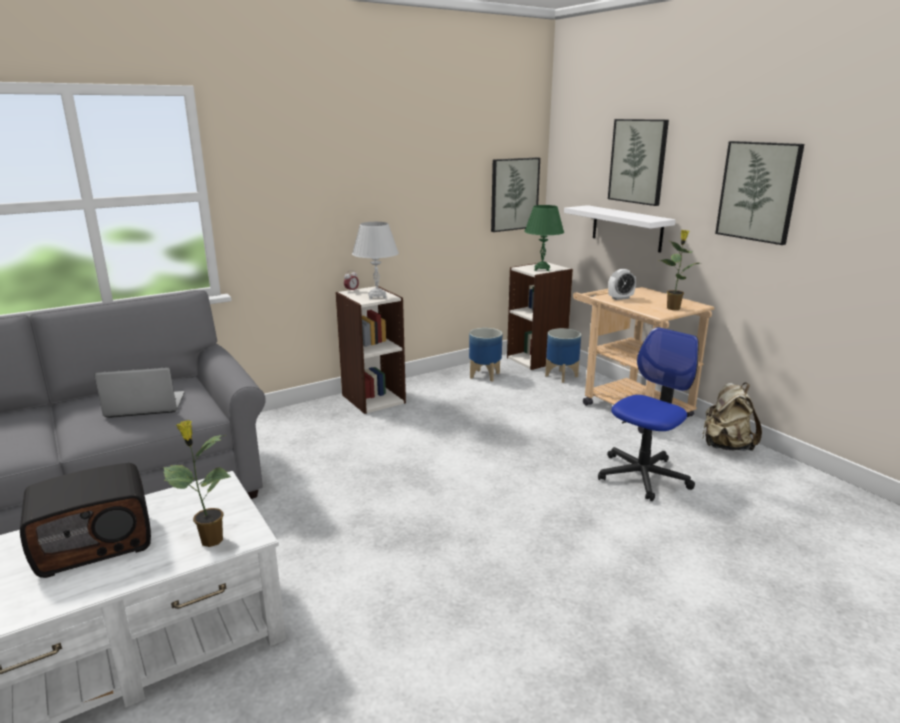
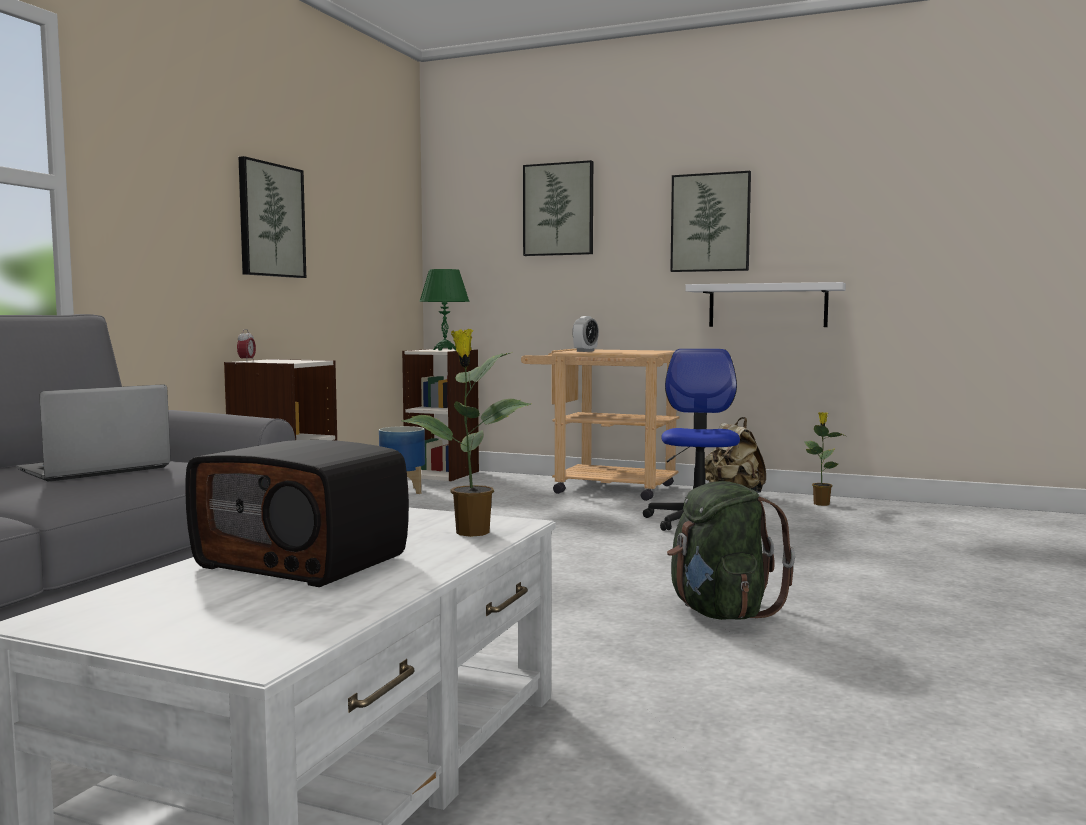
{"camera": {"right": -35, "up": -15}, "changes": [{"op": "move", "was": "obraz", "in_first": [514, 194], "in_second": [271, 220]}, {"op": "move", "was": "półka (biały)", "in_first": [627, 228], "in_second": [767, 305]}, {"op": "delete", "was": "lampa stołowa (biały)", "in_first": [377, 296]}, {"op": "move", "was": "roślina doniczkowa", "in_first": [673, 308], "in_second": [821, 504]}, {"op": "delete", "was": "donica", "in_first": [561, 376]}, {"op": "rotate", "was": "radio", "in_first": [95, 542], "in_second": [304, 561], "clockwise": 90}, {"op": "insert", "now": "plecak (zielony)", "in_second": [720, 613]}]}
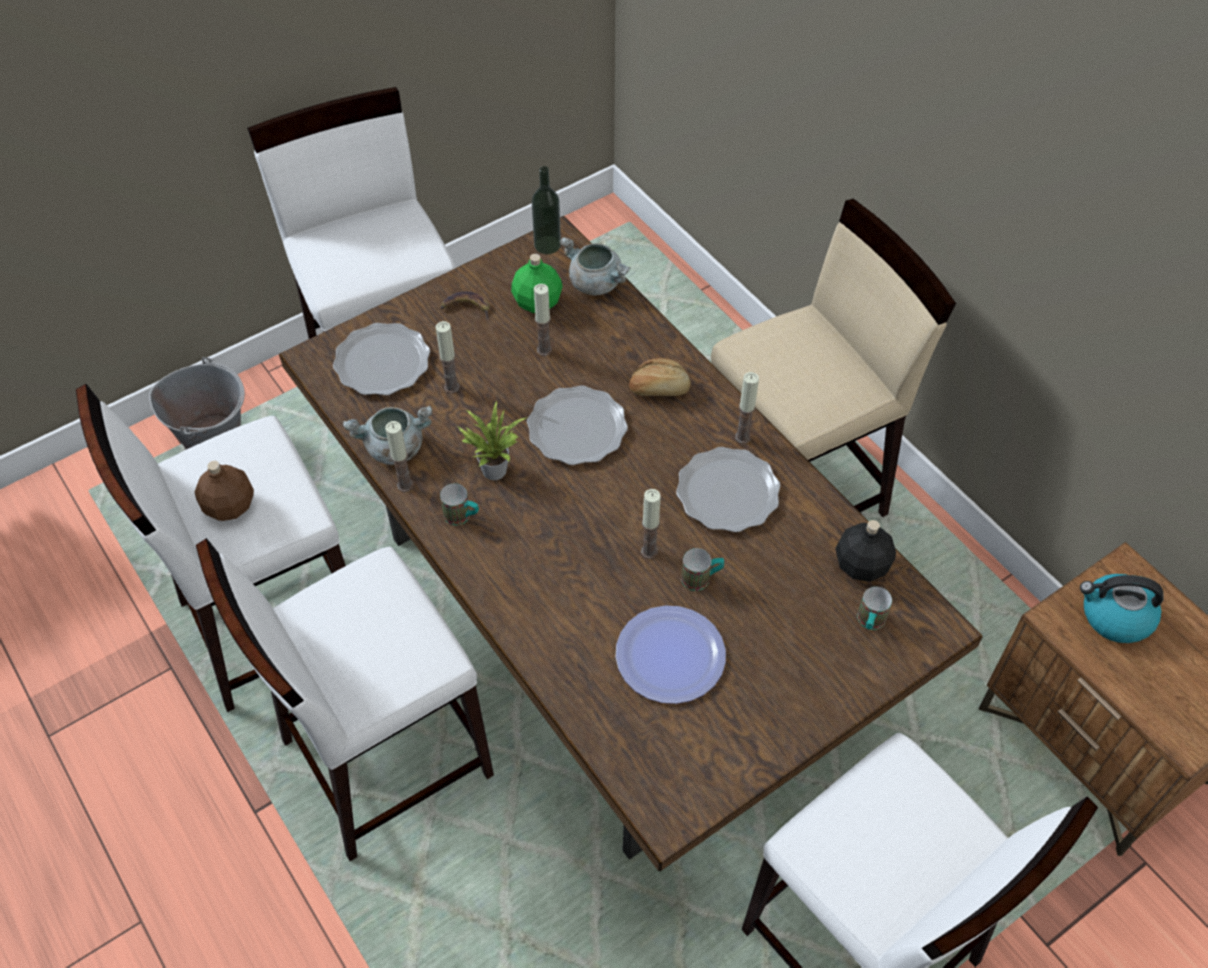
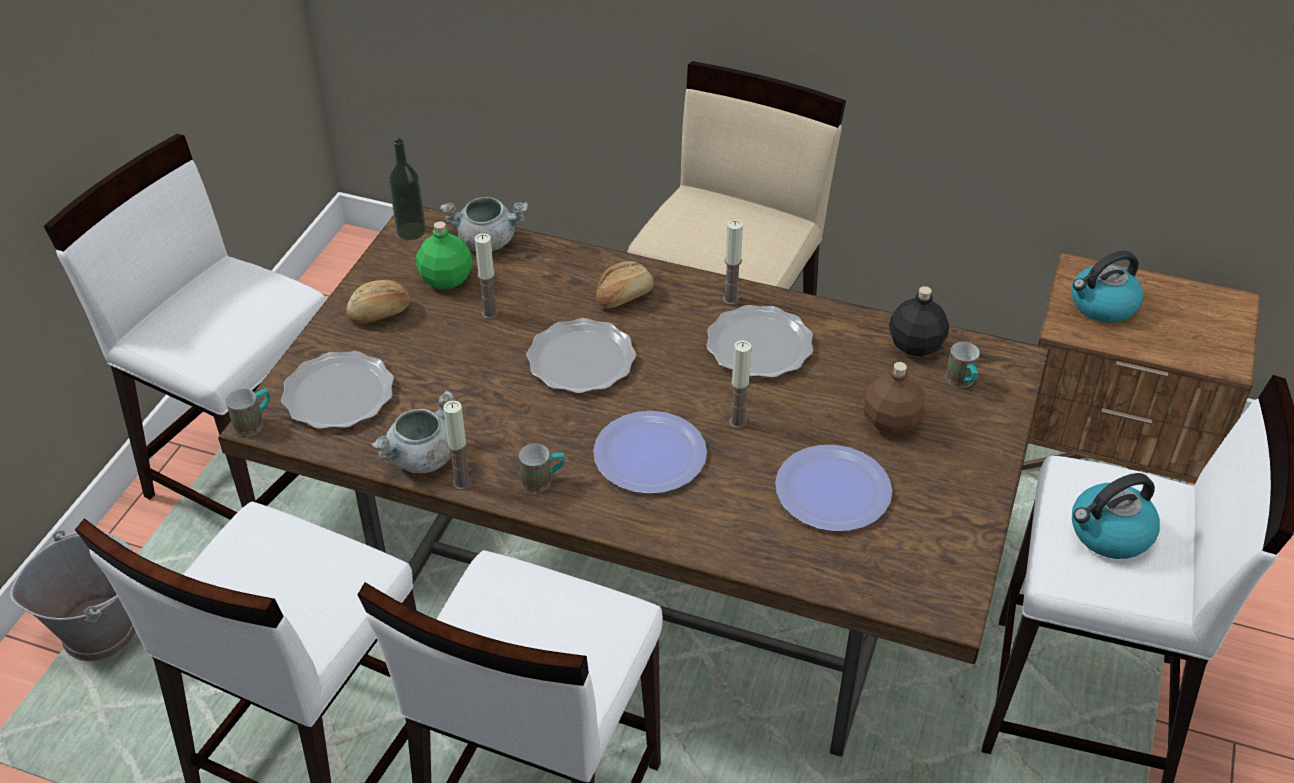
{"camera": {"right": -35, "up": -10}, "changes": [{"op": "replace", "was": "banan", "now": "chleb", "in_first": [466, 308], "in_second": [380, 313]}, {"op": "delete", "was": "świeca", "in_first": [451, 387]}, {"op": "delete", "was": "roślina doniczkowa", "in_first": [493, 468]}, {"op": "move", "was": "butelka (brązowy)", "in_first": [229, 505], "in_second": [890, 421]}, {"op": "move", "was": "kubek", "in_first": [701, 578], "in_second": [254, 422]}, {"op": "insert", "now": "talerz", "in_second": [649, 454]}, {"op": "insert", "now": "czajnik", "in_second": [1109, 534]}]}
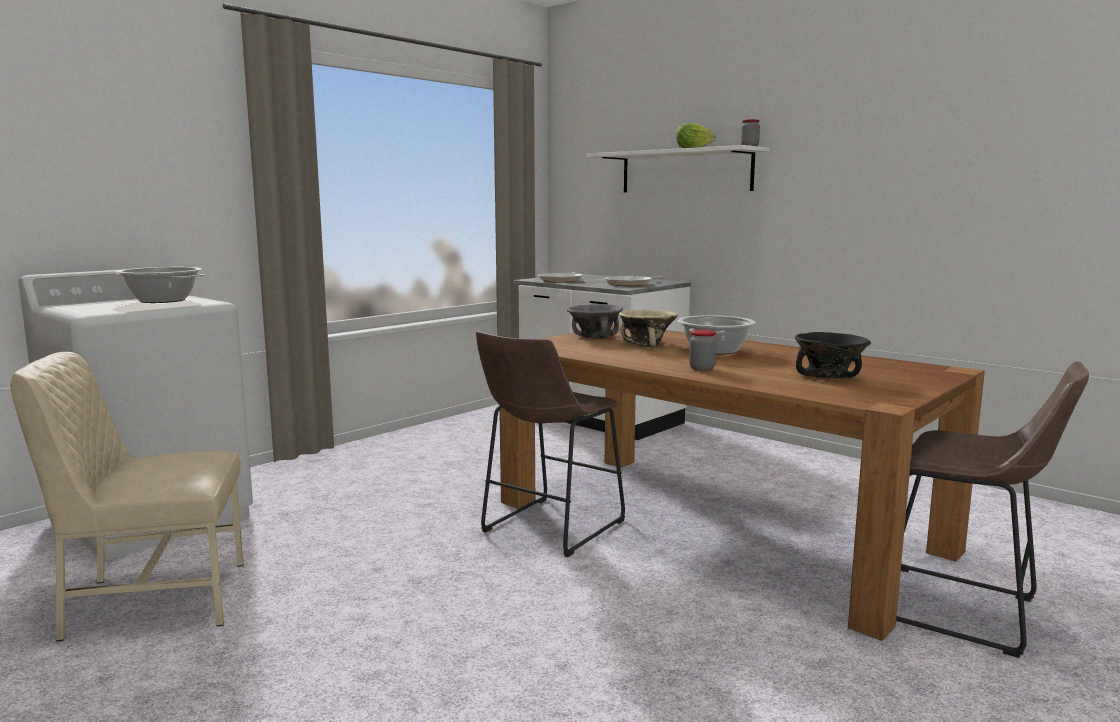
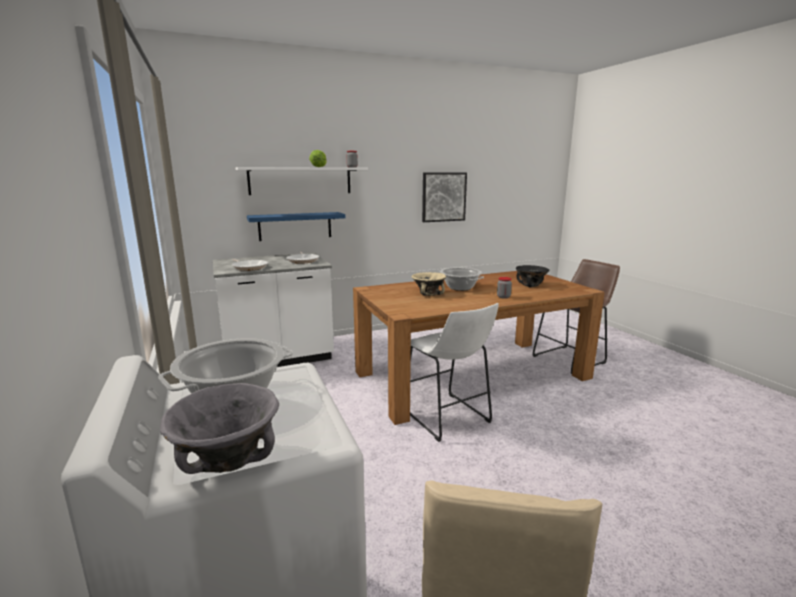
{"camera": {"right": -65, "up": 5}, "changes": [{"op": "move", "was": "miska (szary)", "in_first": [595, 337], "in_second": [228, 459]}, {"op": "recolor", "was": "stołek (brązowy)", "now": "stołek (biały)", "in_first": [548, 528], "in_second": [448, 418]}, {"op": "insert", "now": "obraz", "in_second": [443, 197]}, {"op": "insert", "now": "półka (niebieski)", "in_second": [295, 226]}]}
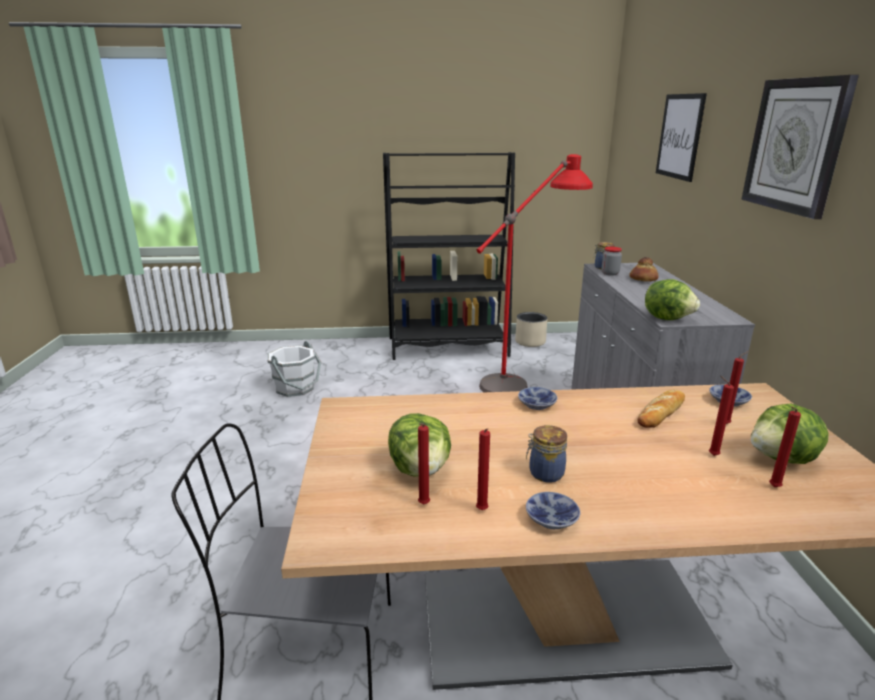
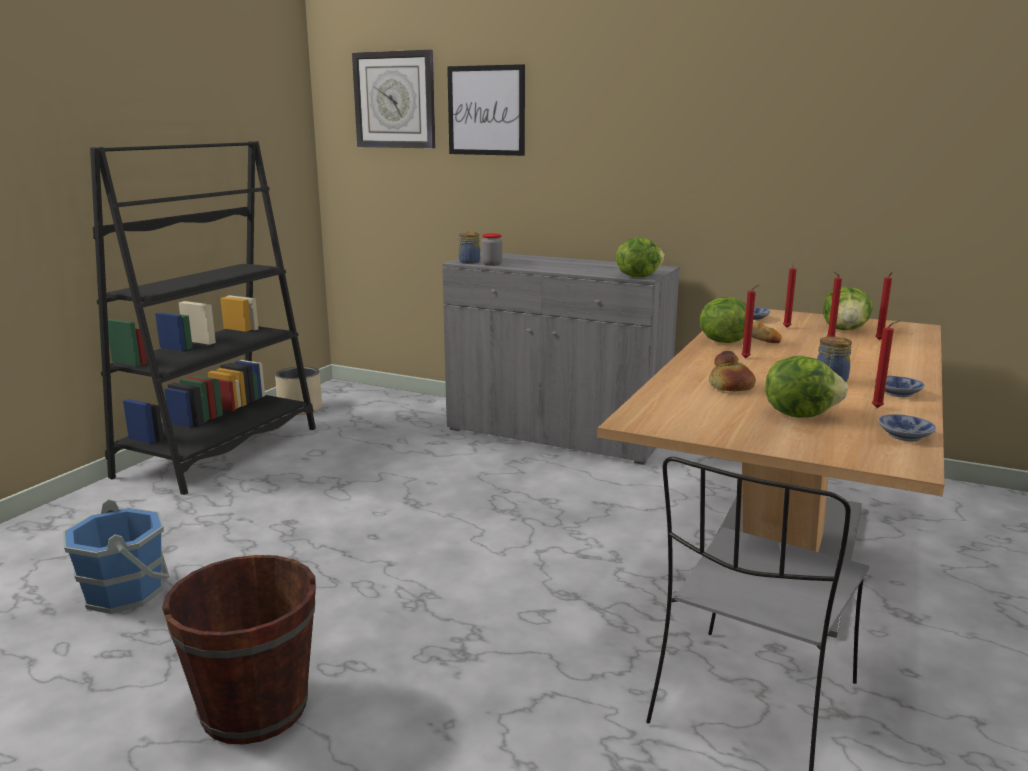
{"camera": {"right": -60, "up": -5}, "changes": [{"op": "move", "was": "zegar ścienny", "in_first": [795, 145], "in_second": [395, 100]}, {"op": "delete", "was": "lampa stojąca (czerwony)", "in_first": [525, 376]}, {"op": "move", "was": "chleb", "in_first": [643, 279], "in_second": [730, 387]}, {"op": "recolor", "was": "wiadro (biały)", "now": "wiadro (niebieski)", "in_first": [295, 388], "in_second": [126, 591]}, {"op": "move", "was": "miska", "in_first": [536, 404], "in_second": [902, 435]}, {"op": "move", "was": "świeca (czerwony)", "in_first": [423, 505], "in_second": [746, 358]}, {"op": "insert", "now": "sałata", "in_second": [722, 341]}, {"op": "insert", "now": "wiadro (brązowy)", "in_second": [254, 708]}]}
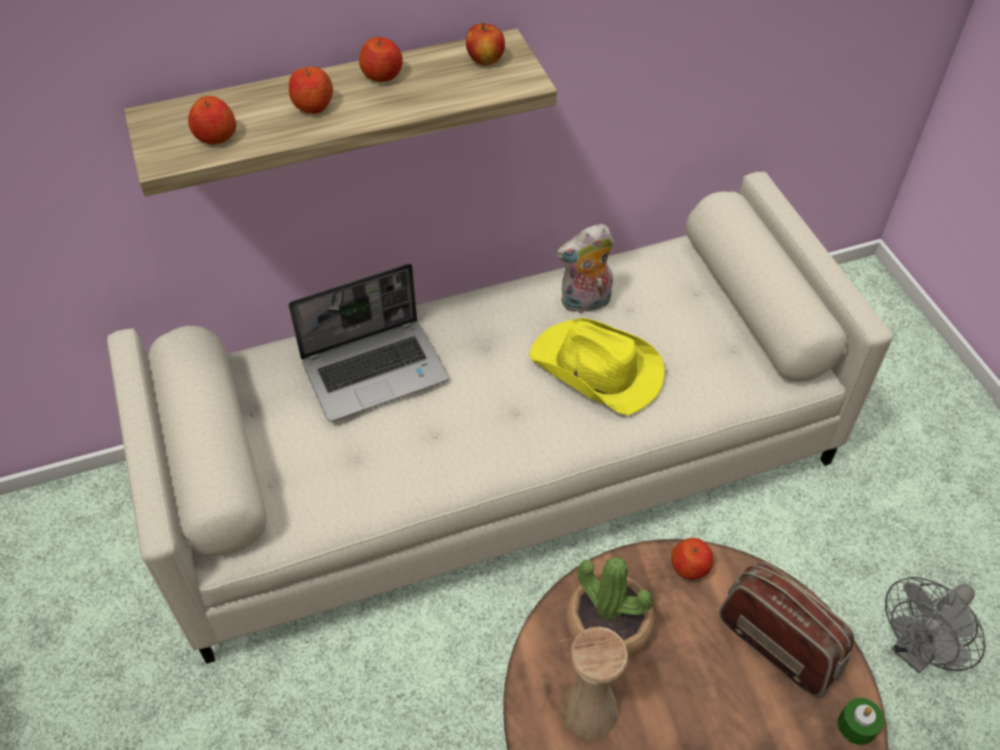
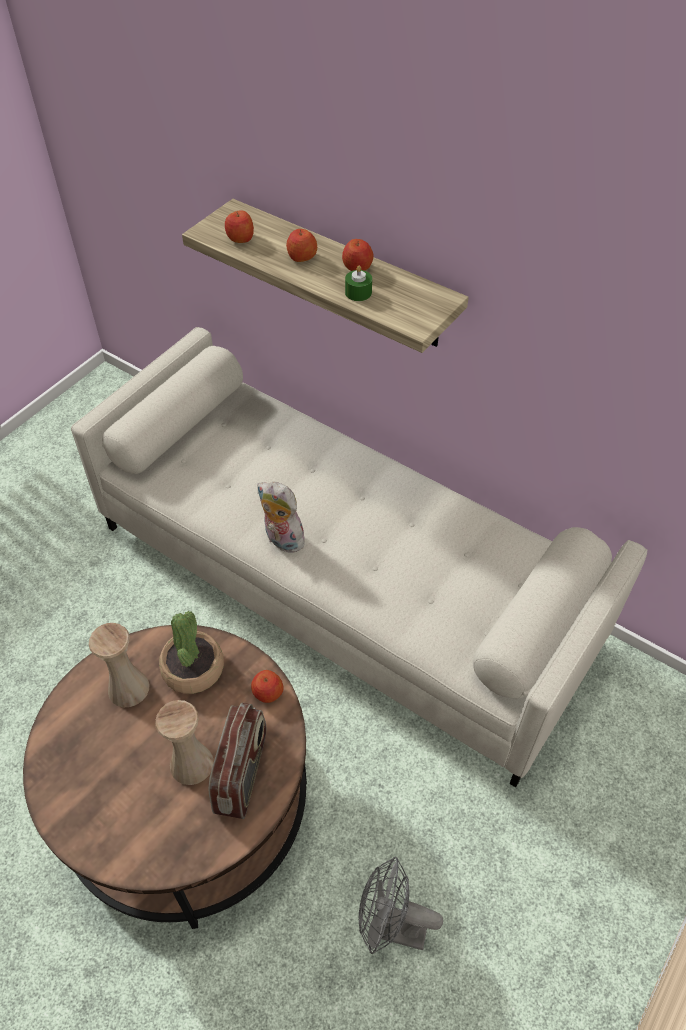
{"camera": {"right": 55, "up": 0}, "changes": [{"op": "delete", "was": "jabłko", "in_first": [485, 60]}, {"op": "move", "was": "pluszak", "in_first": [585, 303], "in_second": [281, 540]}, {"op": "delete", "was": "laptop", "in_first": [375, 369]}, {"op": "delete", "was": "kapelusz (żółty)", "in_first": [597, 369]}, {"op": "move", "was": "świeca (zielony)", "in_first": [857, 725], "in_second": [358, 292]}, {"op": "insert", "now": "wazon (beżowy)", "in_second": [191, 763]}]}
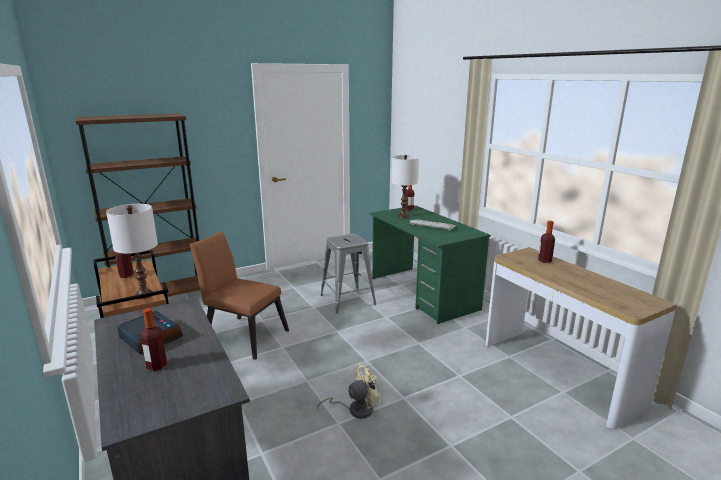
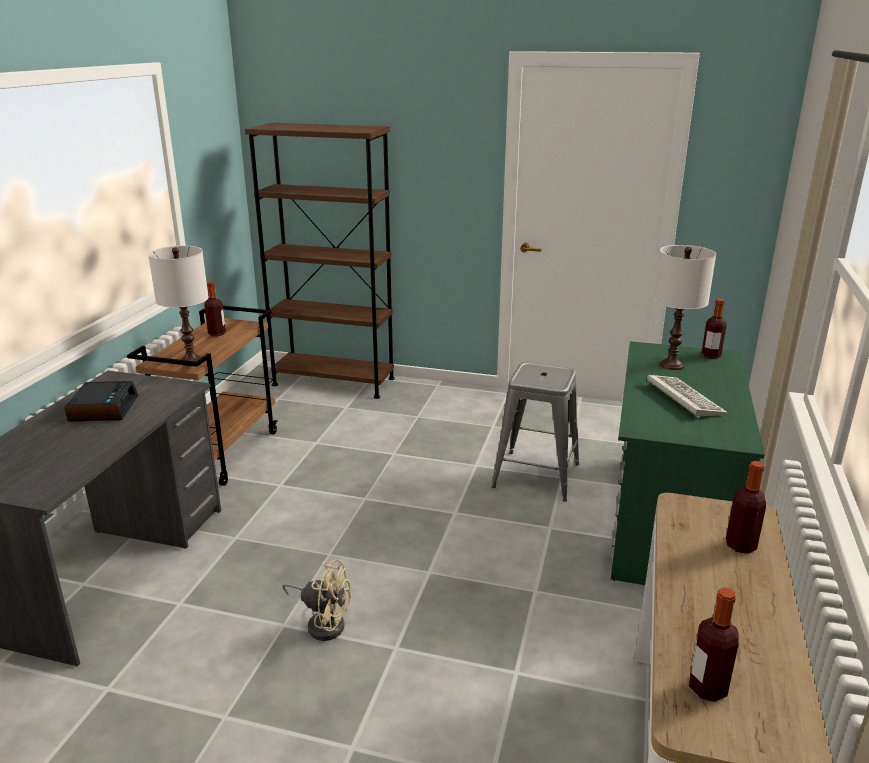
{"camera": {"right": 45, "up": 5}, "changes": [{"op": "delete", "was": "krzesło (brązowy)", "in_first": [242, 335]}, {"op": "move", "was": "butelka", "in_first": [157, 366], "in_second": [707, 688]}]}
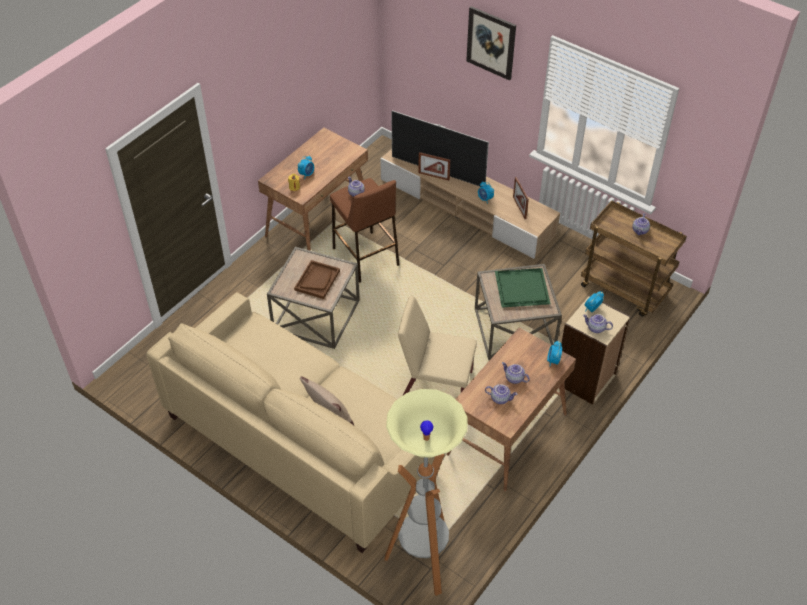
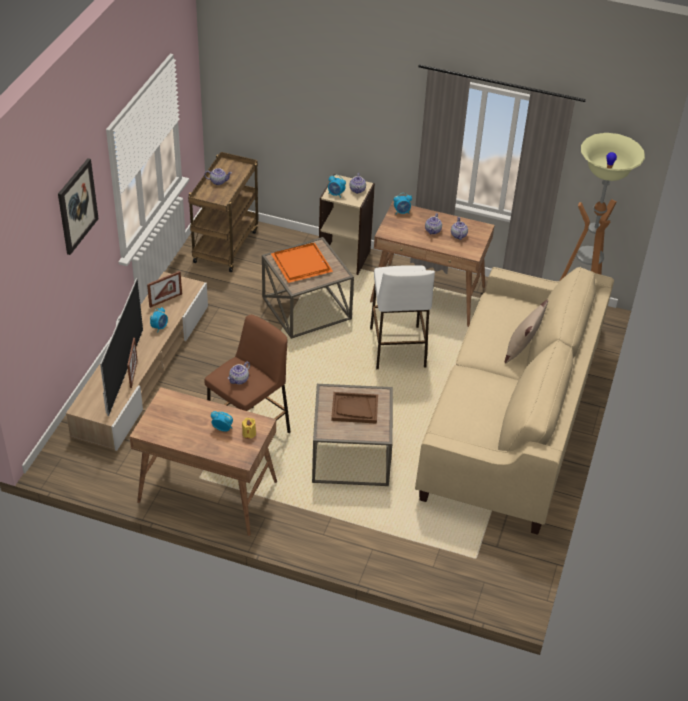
{"camera": {"right": -110, "up": -5}, "changes": [{"op": "recolor", "was": "taca (zielony)", "now": "taca (pomarańczowy)", "in_first": [521, 289], "in_second": [302, 264]}, {"op": "replace", "was": "krzesło (beżowy)", "now": "stołek (biały)", "in_first": [435, 385], "in_second": [397, 348]}]}
